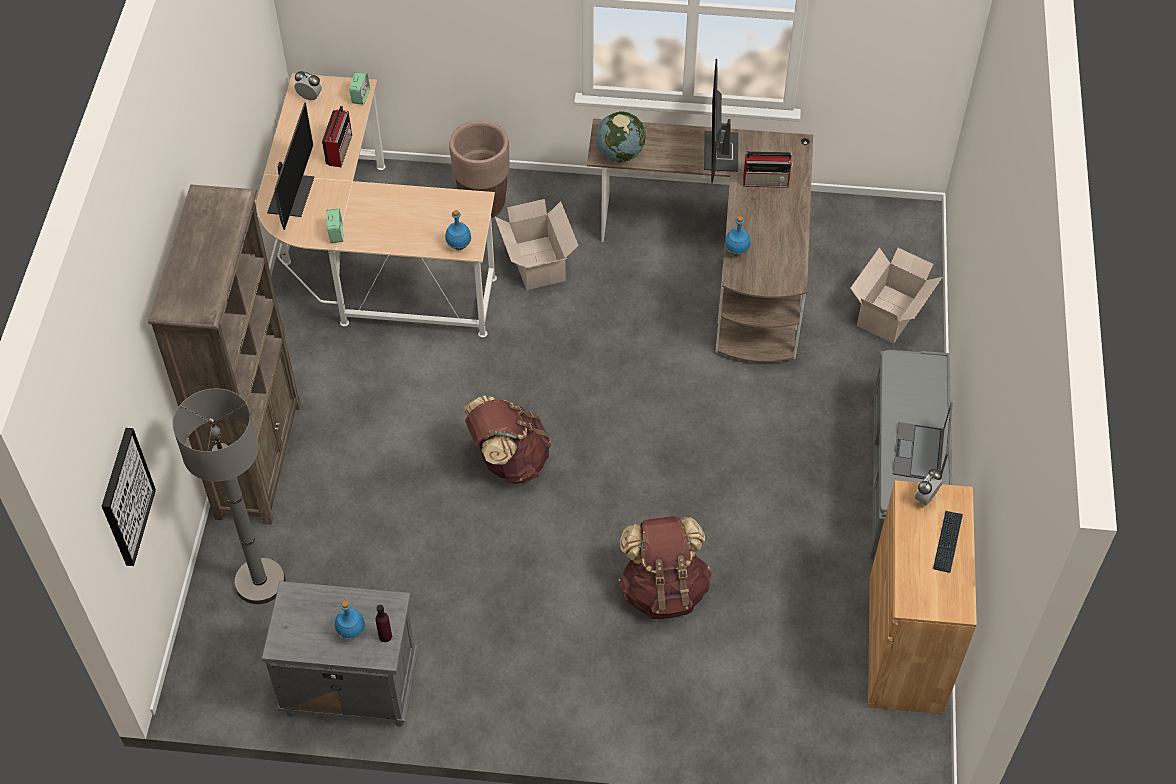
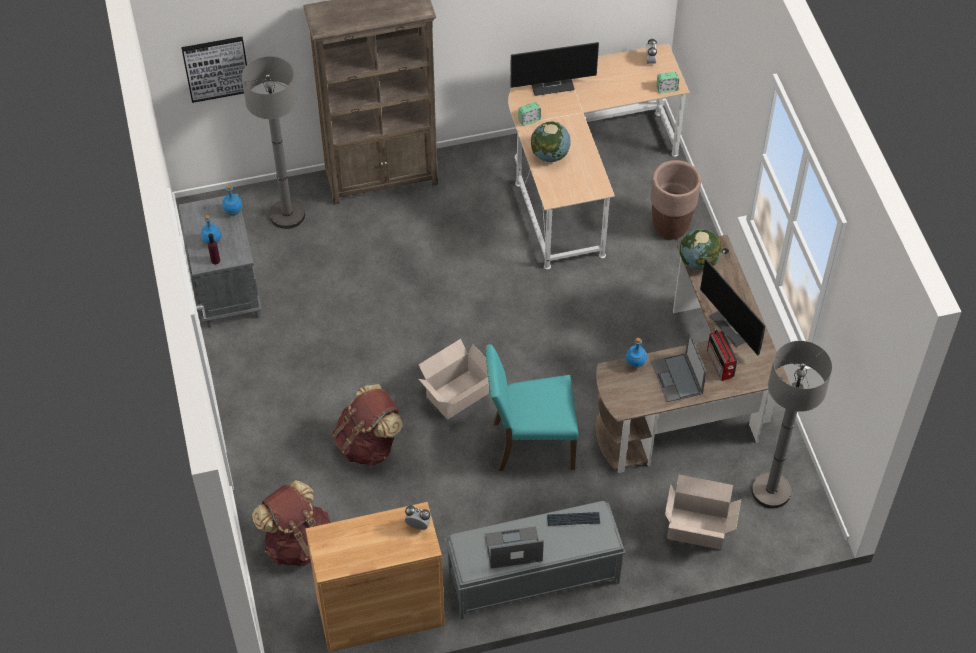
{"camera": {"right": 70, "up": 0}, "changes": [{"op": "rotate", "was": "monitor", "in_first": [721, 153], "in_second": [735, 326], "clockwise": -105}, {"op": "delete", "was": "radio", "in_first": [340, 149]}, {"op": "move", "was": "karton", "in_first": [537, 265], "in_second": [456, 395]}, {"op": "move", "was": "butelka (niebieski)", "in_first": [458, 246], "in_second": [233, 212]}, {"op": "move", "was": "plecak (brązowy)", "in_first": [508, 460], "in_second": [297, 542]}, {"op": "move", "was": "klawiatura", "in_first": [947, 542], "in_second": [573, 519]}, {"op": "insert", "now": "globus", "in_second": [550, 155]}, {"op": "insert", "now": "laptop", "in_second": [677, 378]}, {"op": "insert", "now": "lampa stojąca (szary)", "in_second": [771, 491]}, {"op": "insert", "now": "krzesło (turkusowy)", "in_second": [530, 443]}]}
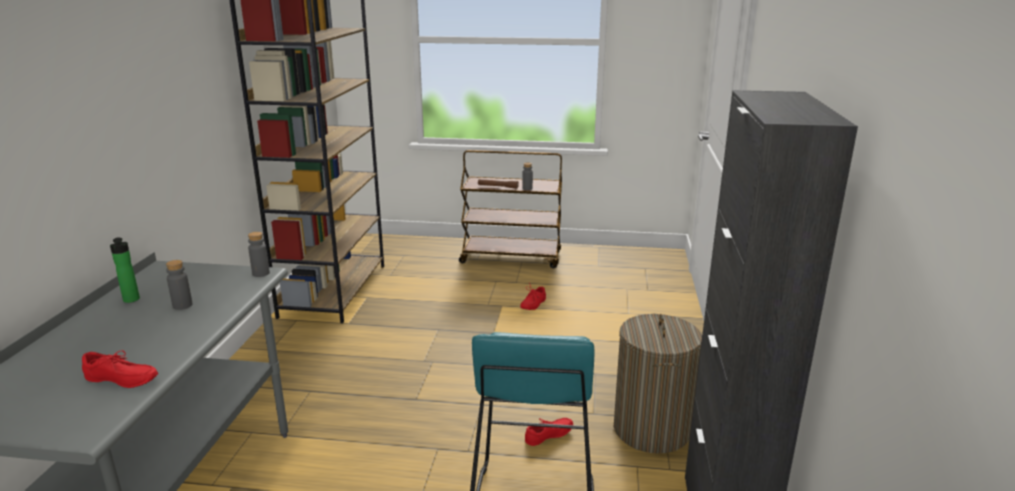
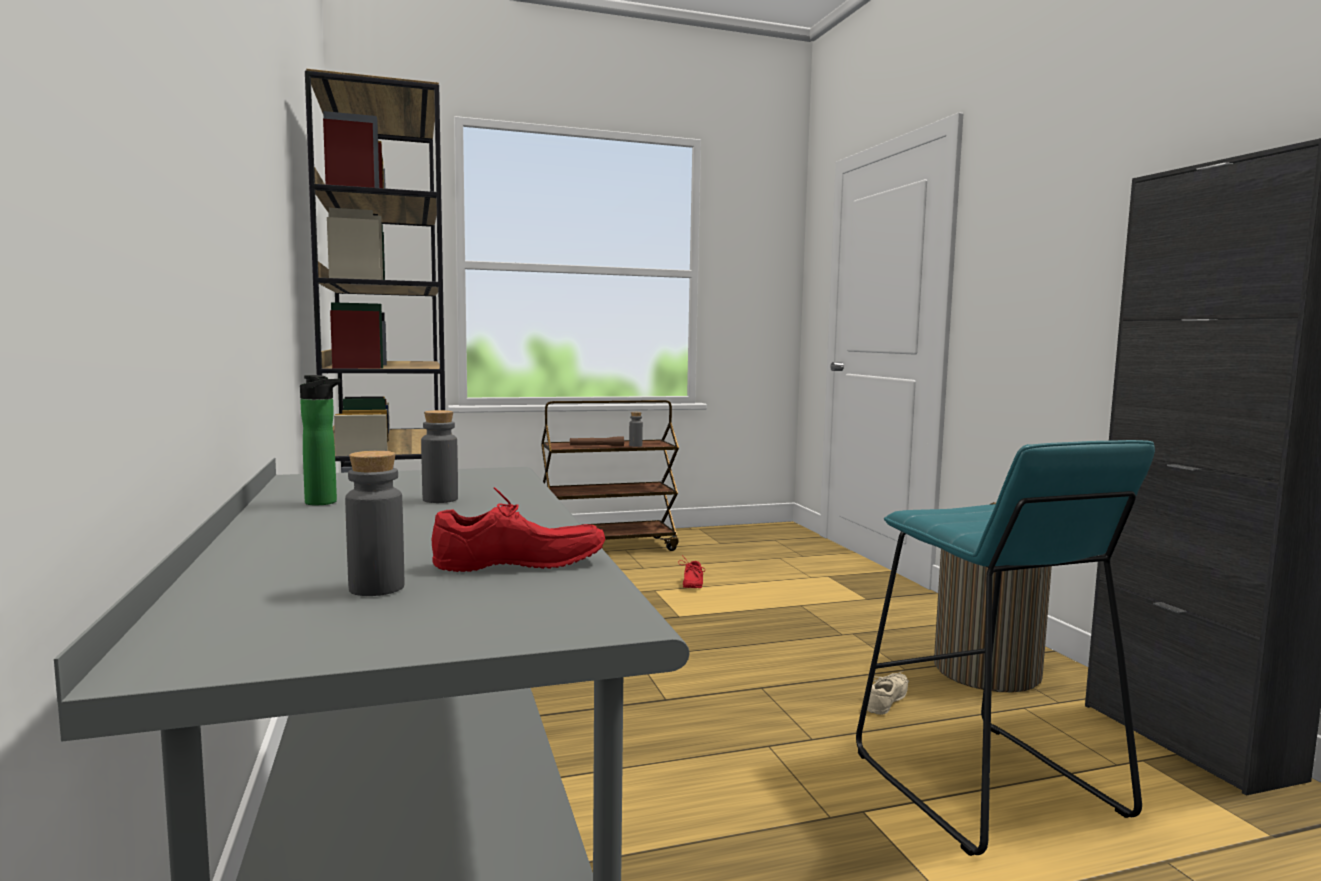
{"camera": {"right": -25, "up": -15}, "changes": [{"op": "move", "was": "butelka (szary)", "in_first": [261, 273], "in_second": [376, 588]}, {"op": "recolor", "was": "but (czerwony)", "now": "but (beżowy)", "in_first": [550, 436], "in_second": [889, 701]}]}
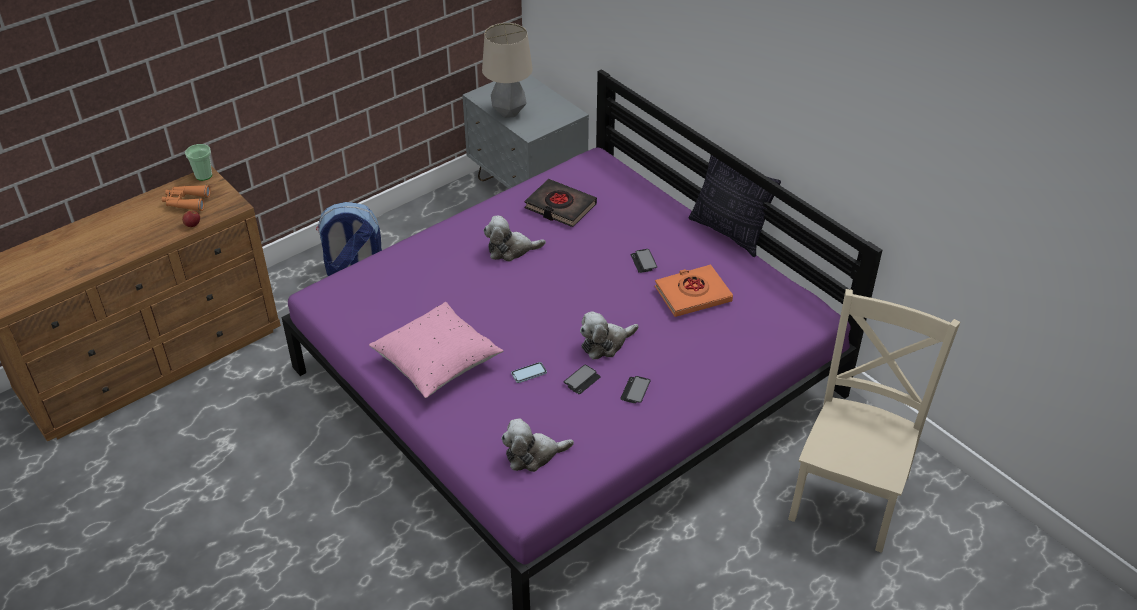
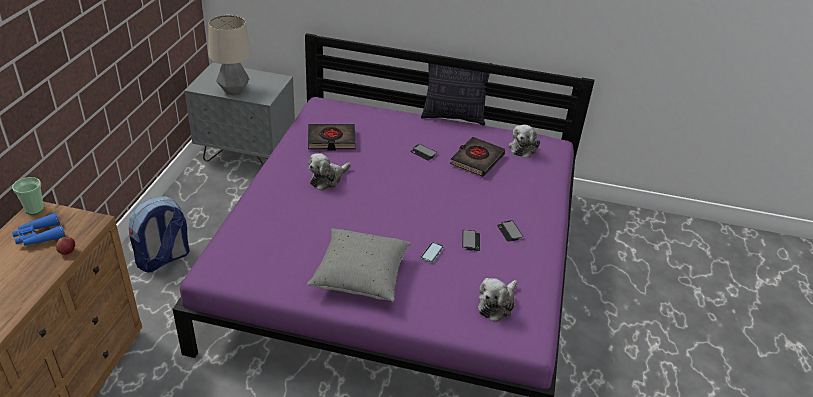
{"camera": {"right": -40, "up": -5}, "changes": [{"op": "recolor", "was": "lornetka (pomarańczowy)", "now": "lornetka (niebieski)", "in_first": [186, 202], "in_second": [39, 236]}, {"op": "recolor", "was": "książka (pomarańczowy)", "now": "książka (czarny)", "in_first": [692, 294], "in_second": [477, 160]}, {"op": "delete", "was": "krzesło (beżowy)", "in_first": [850, 494]}, {"op": "recolor", "was": "poduszka (różowy)", "now": "poduszka (szary)", "in_first": [437, 363], "in_second": [360, 276]}, {"op": "move", "was": "pluszak", "in_first": [605, 344], "in_second": [523, 148]}]}
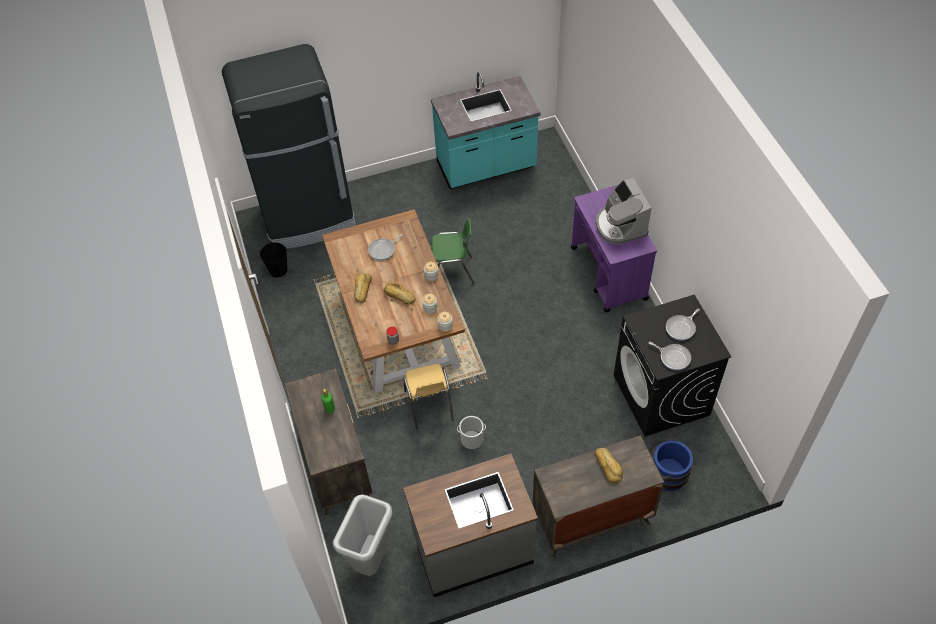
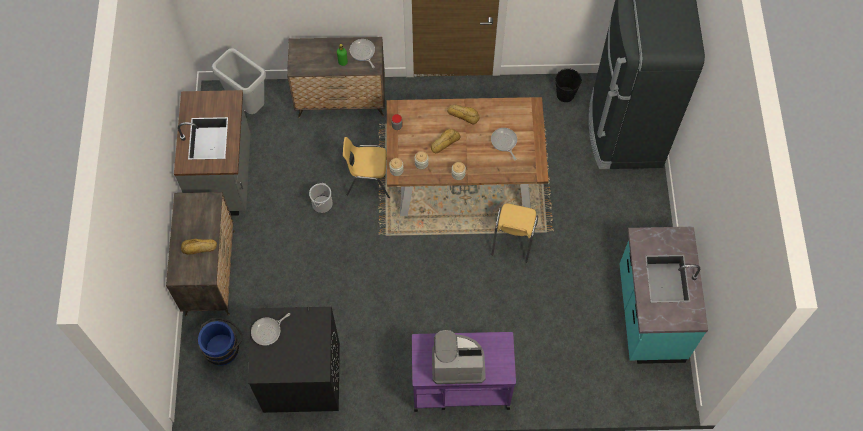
{"camera": {"right": 105, "up": 10}, "changes": [{"op": "recolor", "was": "krzesło (zielony)", "now": "krzesło (żółty)", "in_first": [452, 272], "in_second": [513, 240]}, {"op": "move", "was": "patelnia", "in_first": [681, 328], "in_second": [363, 52]}]}
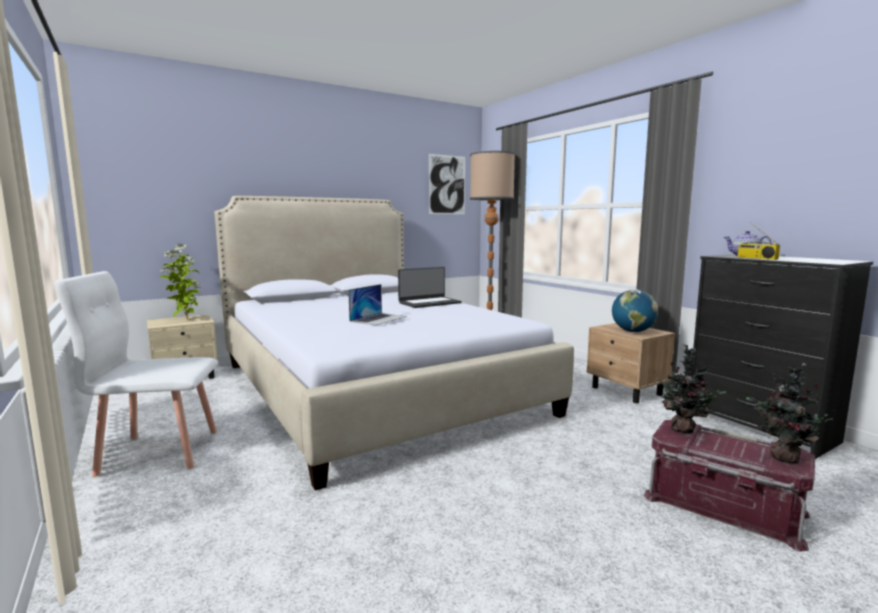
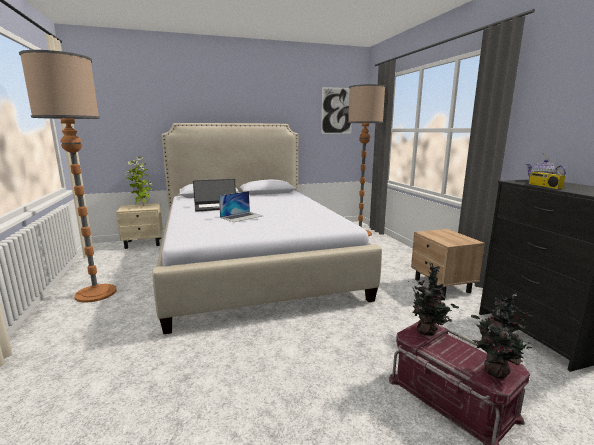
{"camera": {"right": 15, "up": 5}, "changes": [{"op": "move", "was": "laptop", "in_first": [429, 303], "in_second": [216, 207]}, {"op": "replace", "was": "krzesło (biały)", "now": "lampa stojąca", "in_first": [159, 451], "in_second": [96, 293]}, {"op": "delete", "was": "globus", "in_first": [632, 331]}]}
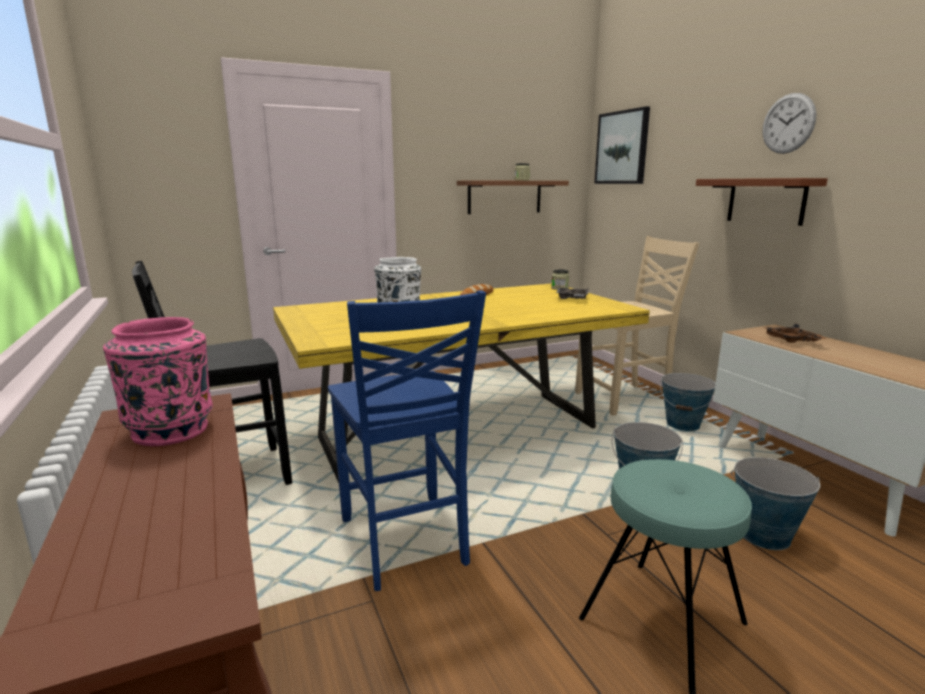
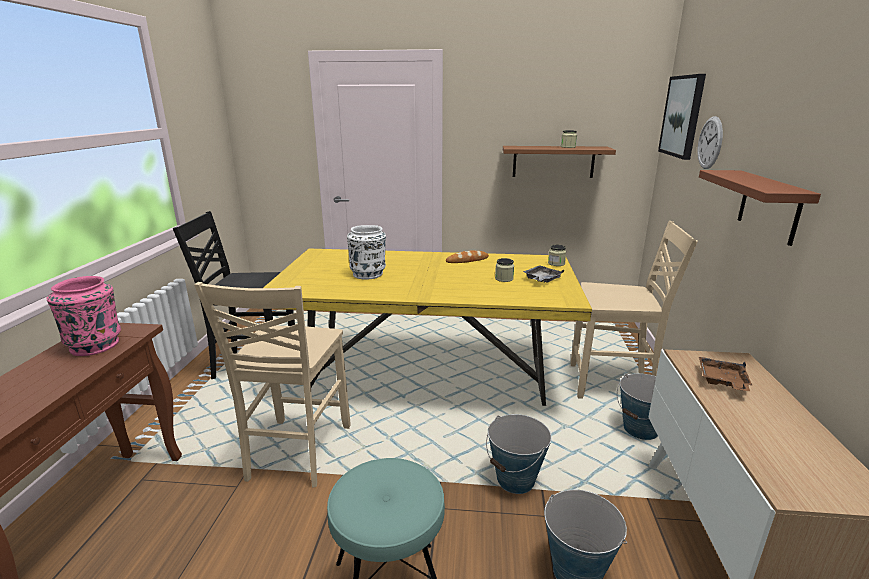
{"camera": {"right": 30, "up": 5}, "changes": [{"op": "move", "was": "zegar ścienny", "in_first": [788, 123], "in_second": [710, 143]}, {"op": "recolor", "was": "krzesło (niebieski)", "now": "krzesło (beżowy)", "in_first": [405, 542], "in_second": [297, 453]}, {"op": "insert", "now": "słoik", "in_second": [504, 279]}]}
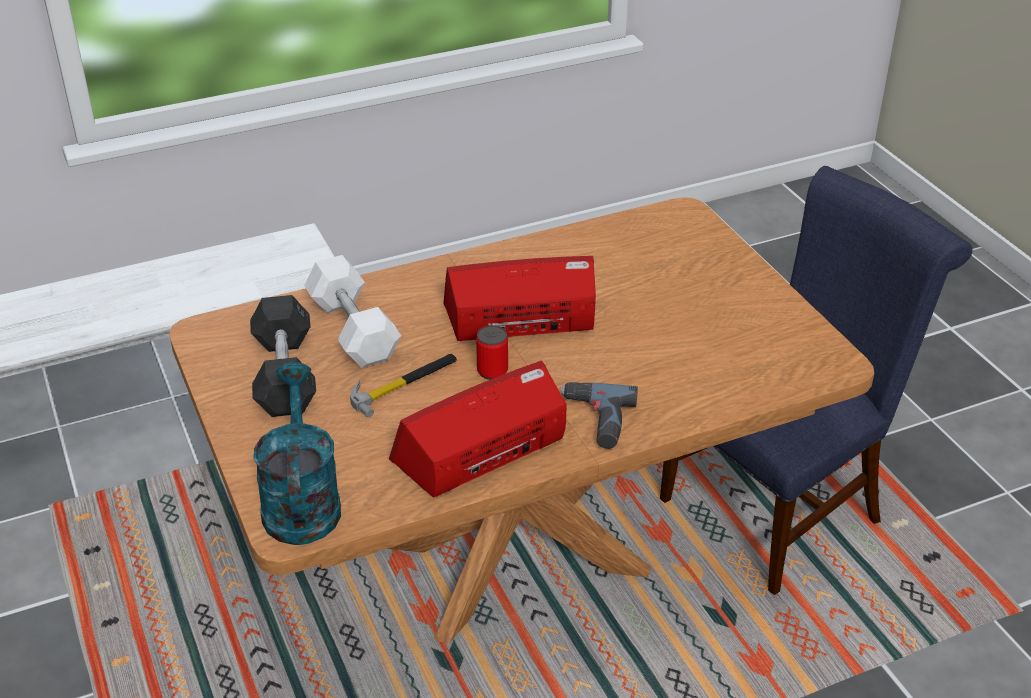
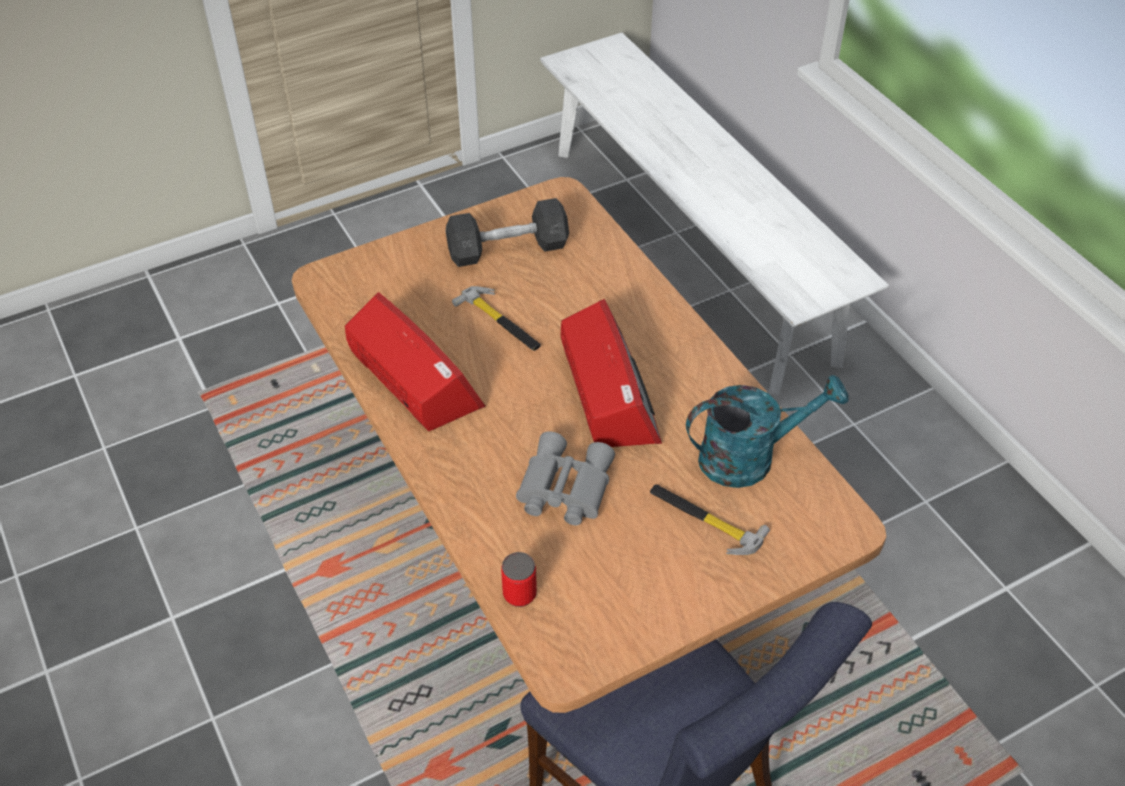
{"camera": {"right": 85, "up": 10}, "changes": [{"op": "delete", "was": "hantel (biały)", "in_first": [353, 330]}, {"op": "move", "was": "puszka", "in_first": [492, 371], "in_second": [519, 594]}, {"op": "move", "was": "konewka (turkusowy)", "in_first": [301, 501], "in_second": [750, 457]}, {"op": "delete", "was": "wiertarka", "in_first": [595, 420]}, {"op": "insert", "now": "lornetka (szary)", "in_second": [562, 488]}, {"op": "insert", "now": "młotek", "in_second": [704, 520]}]}
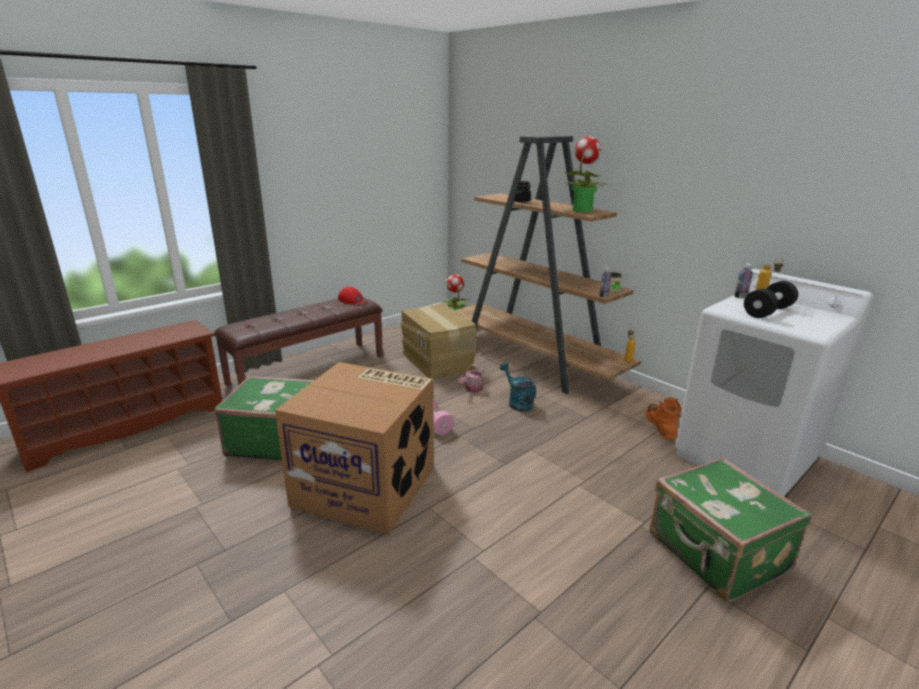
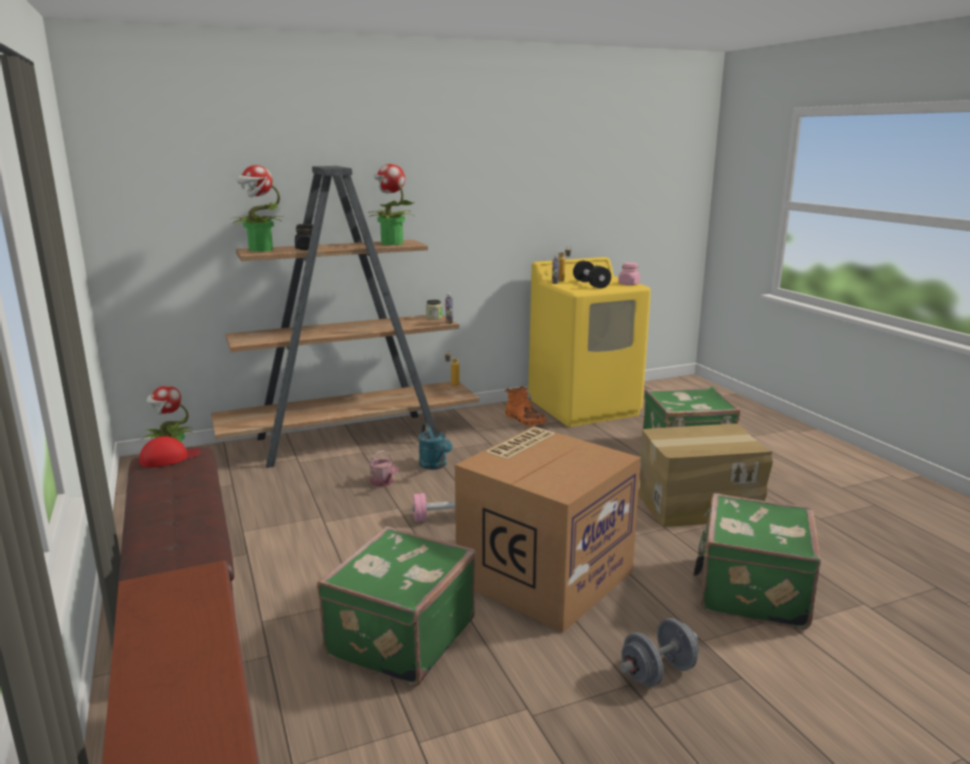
{"camera": {"right": -70, "up": -5}, "changes": [{"op": "recolor", "was": "pralka (biały)", "now": "pralka (żółty)", "in_first": [746, 457], "in_second": [584, 407]}, {"op": "move", "was": "karton", "in_first": [438, 361], "in_second": [697, 504]}, {"op": "rotate", "was": "konewka (turkusowy)", "in_first": [517, 402], "in_second": [435, 466], "clockwise": -105}, {"op": "rotate", "was": "but z cholewką (pomarańczowy)", "in_first": [661, 426], "in_second": [524, 420], "clockwise": -150}, {"op": "insert", "now": "roślina doniczkowa", "in_second": [260, 250]}, {"op": "insert", "now": "słoik (różowy)", "in_second": [628, 284]}, {"op": "insert", "now": "walizka (zielony)", "in_second": [750, 591]}, {"op": "insert", "now": "hantel (szary)", "in_second": [658, 673]}]}
